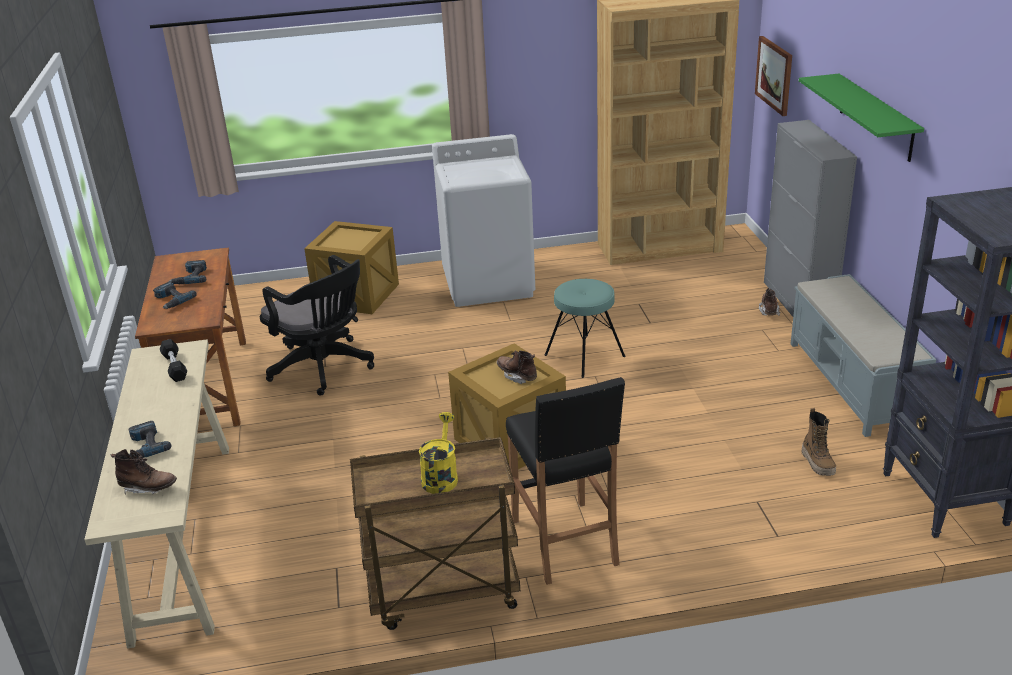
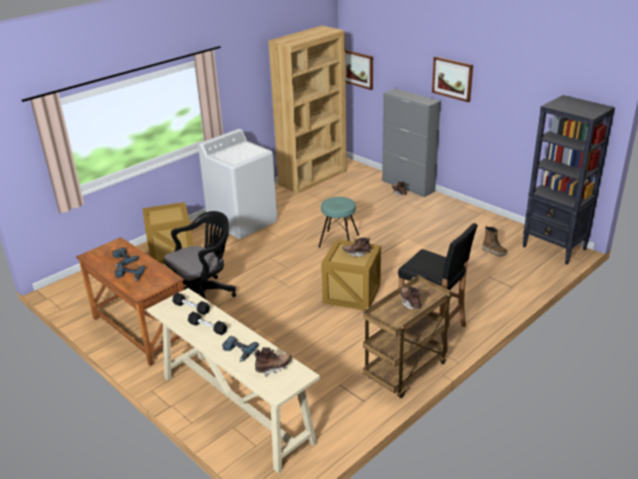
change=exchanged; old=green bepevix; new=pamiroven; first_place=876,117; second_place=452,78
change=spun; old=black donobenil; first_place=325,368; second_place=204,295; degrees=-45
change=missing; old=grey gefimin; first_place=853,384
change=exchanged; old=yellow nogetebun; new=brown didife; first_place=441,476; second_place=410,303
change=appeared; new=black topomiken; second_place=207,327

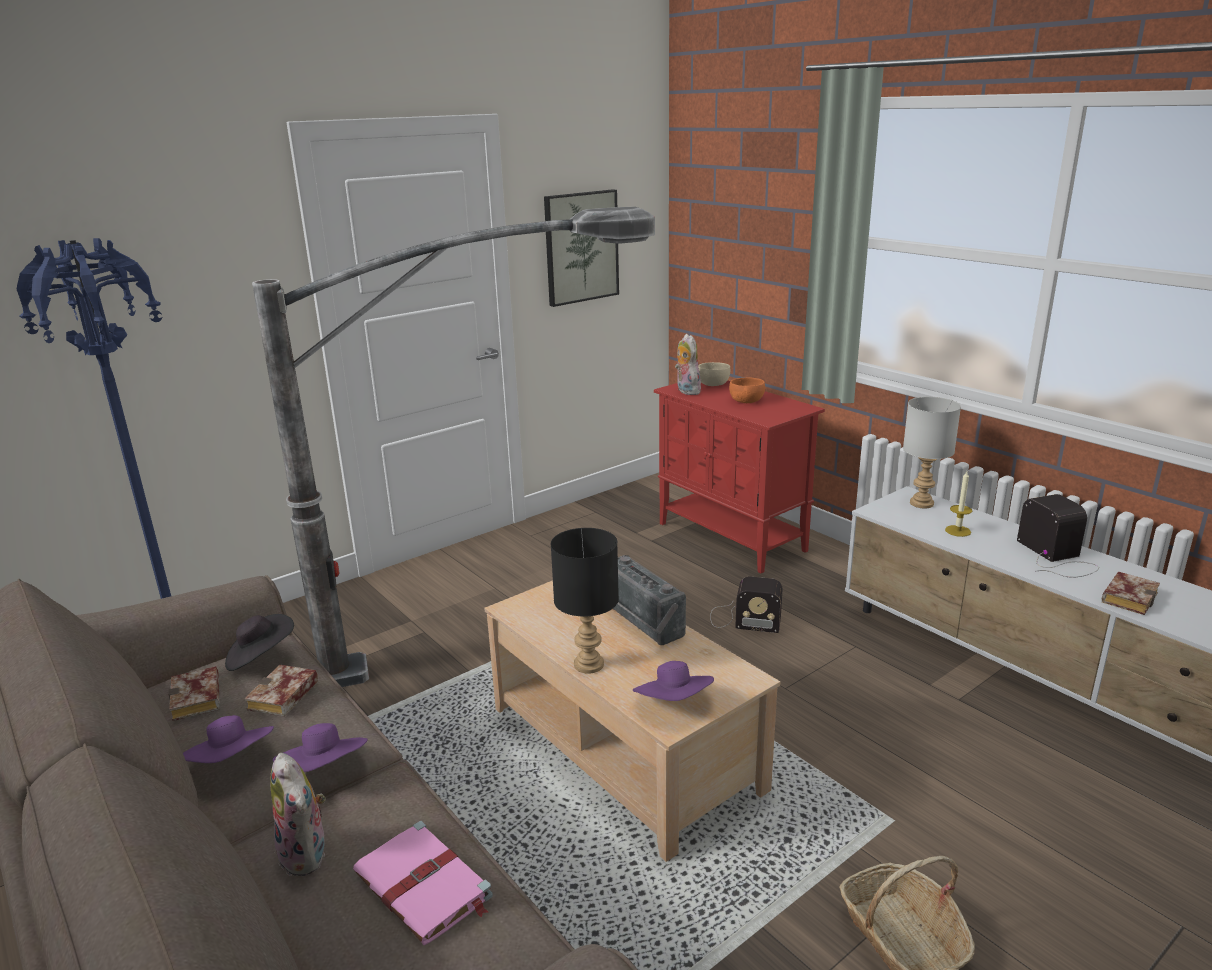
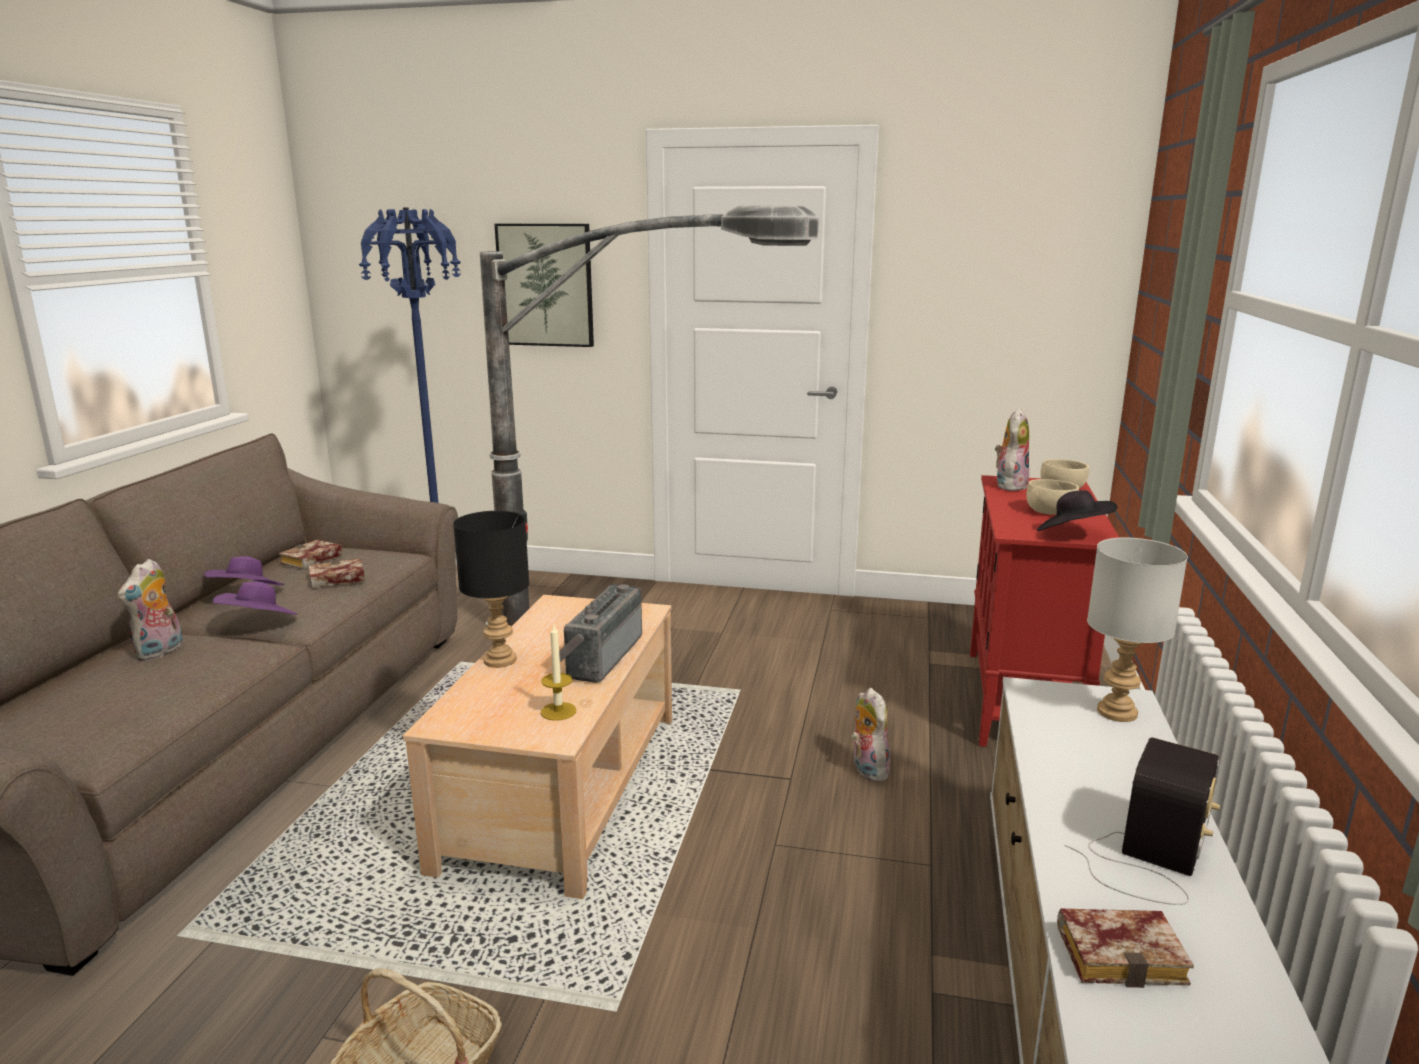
change=relocated; old=pamiroven; first_place=581,247; second_place=546,285
change=colour; old=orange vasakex; new=beige vasakex; first_place=746,400; second_place=1050,511
change=relocated; old=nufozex; first_place=958,531; second_place=558,711
change=exchanged; old=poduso; new=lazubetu; first_place=742,619; second_place=867,769
change=relocated; old=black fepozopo; first_place=260,657; second_place=1072,534
change=missing; old=purple fepozopo; first_place=674,703
change=missing; old=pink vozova; first_place=424,886

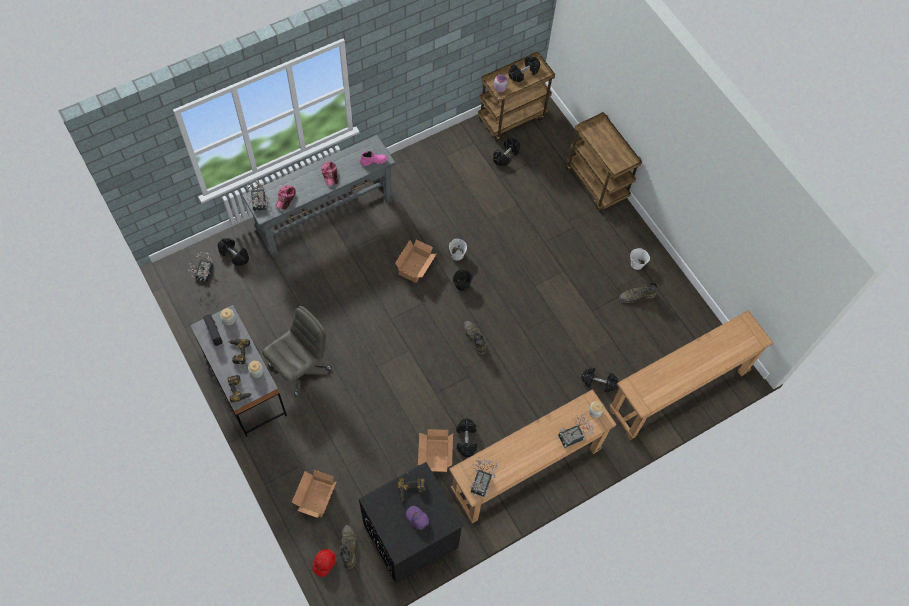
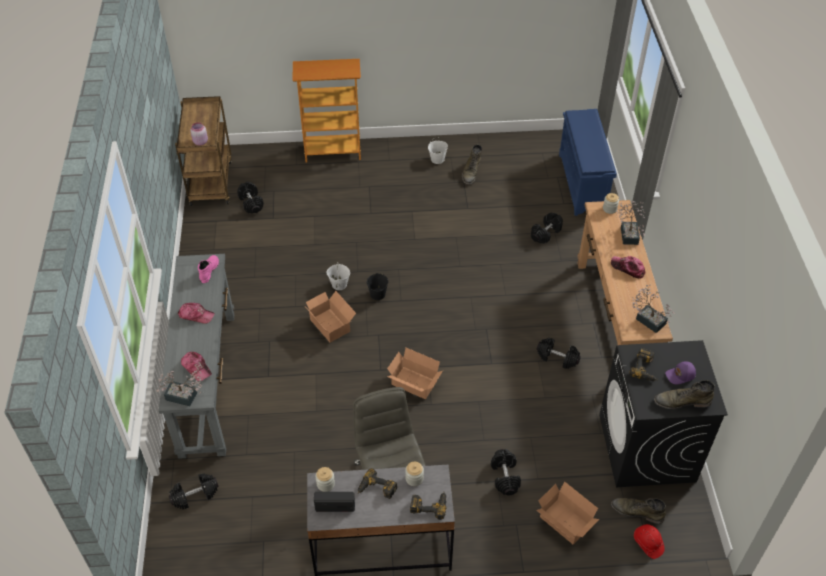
change=relocated; old=black topomiken; first_place=523,73; second_place=504,476
change=exchanged; old=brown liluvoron; new=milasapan; first_place=597,183; second_place=333,151
change=missing; old=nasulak; first_place=203,274
change=exchanged; old=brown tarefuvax; new=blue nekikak; first_place=678,390; second_place=582,184
change=relocated; old=green didife; first_place=475,338; second_place=682,401
change=relocated; old=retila; first_place=435,456; second_place=414,384
change=appeared; new=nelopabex; second_place=628,268

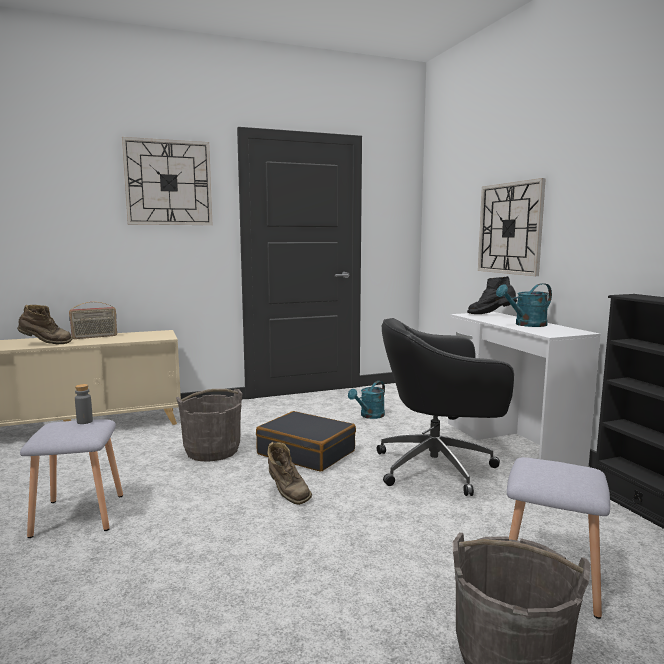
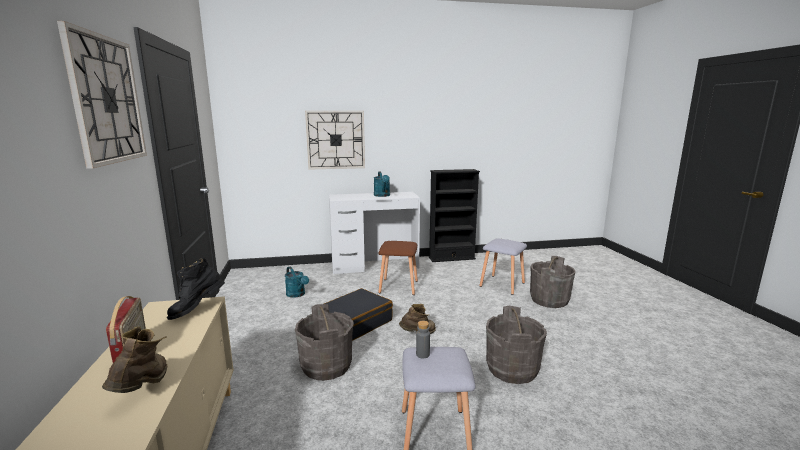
change=relocated; old=black didife; first_place=491,315; second_place=197,310
change=exchanged; old=black donobenil; new=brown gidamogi; first_place=438,467; second_place=398,287
change=appeared; new=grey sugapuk; second_place=512,369

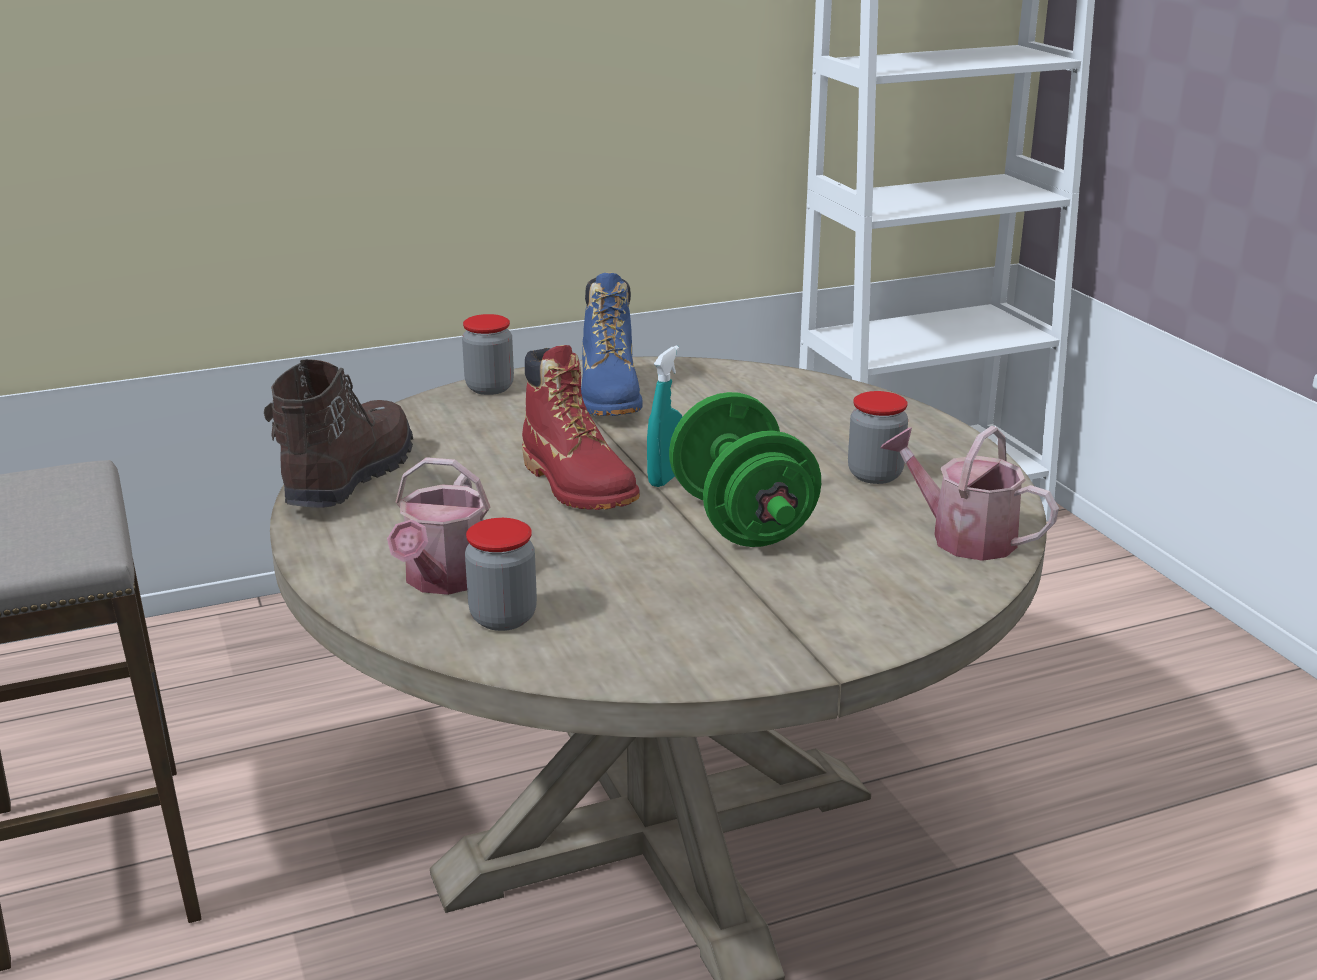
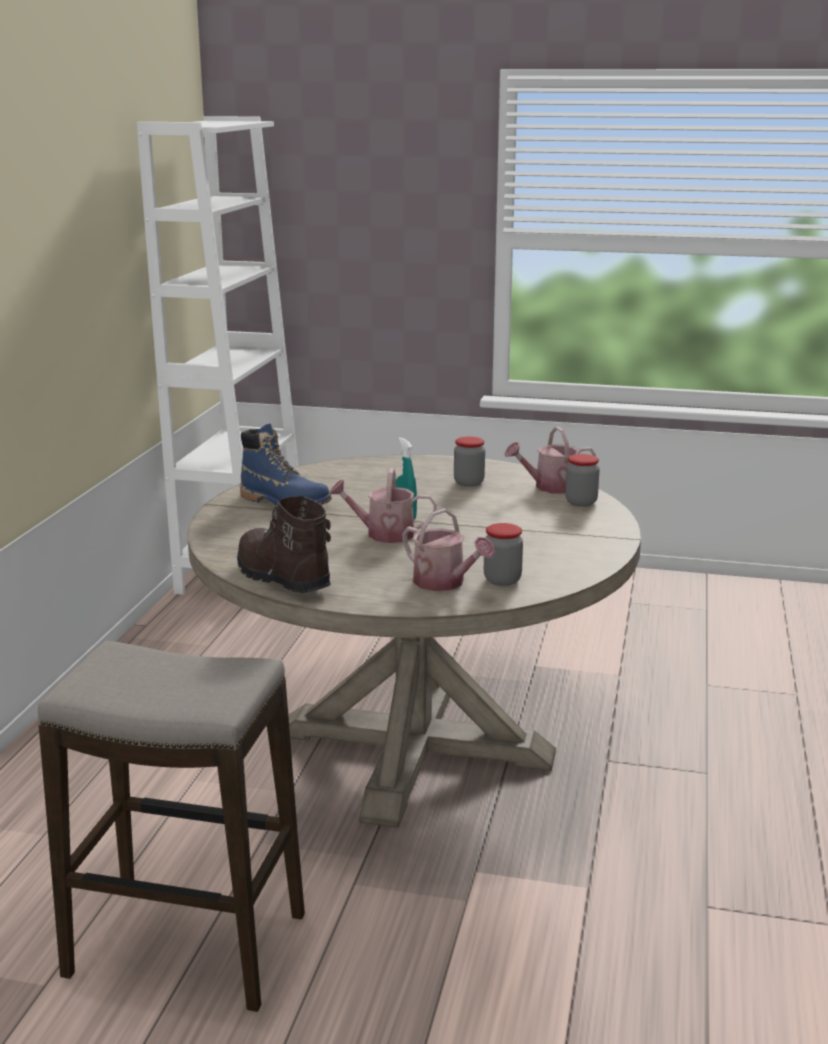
change=relocated; old=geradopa; first_place=489,388; second_place=581,502
change=exchanged; old=red didife; new=nogetebun; first_place=578,485; second_place=383,534
change=missing; old=green topomiken; first_place=742,521

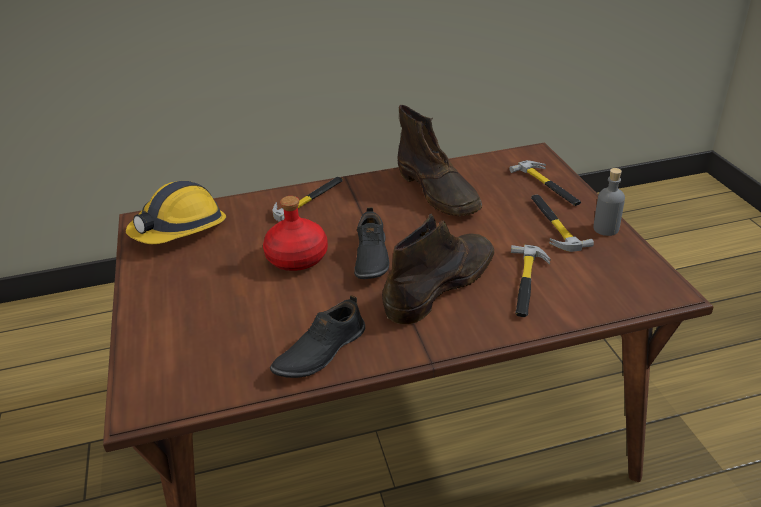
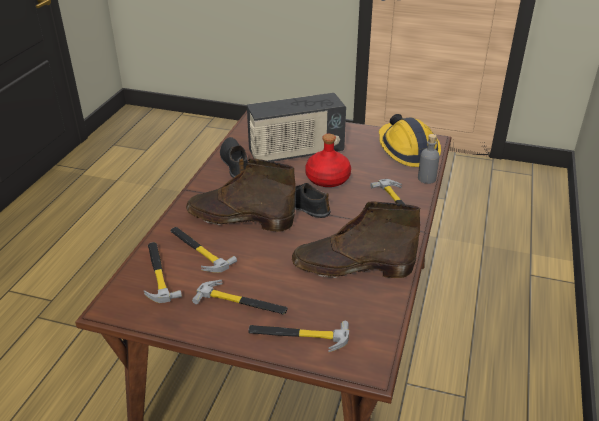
change=relocated; old=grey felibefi; first_place=606,229; second_place=426,178
change=spun; old=brown didife; first_place=441,284; second_place=239,218; degrees=120
change=appeared; new=poduso; second_place=296,153
change=appeared; new=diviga; second_place=158,273

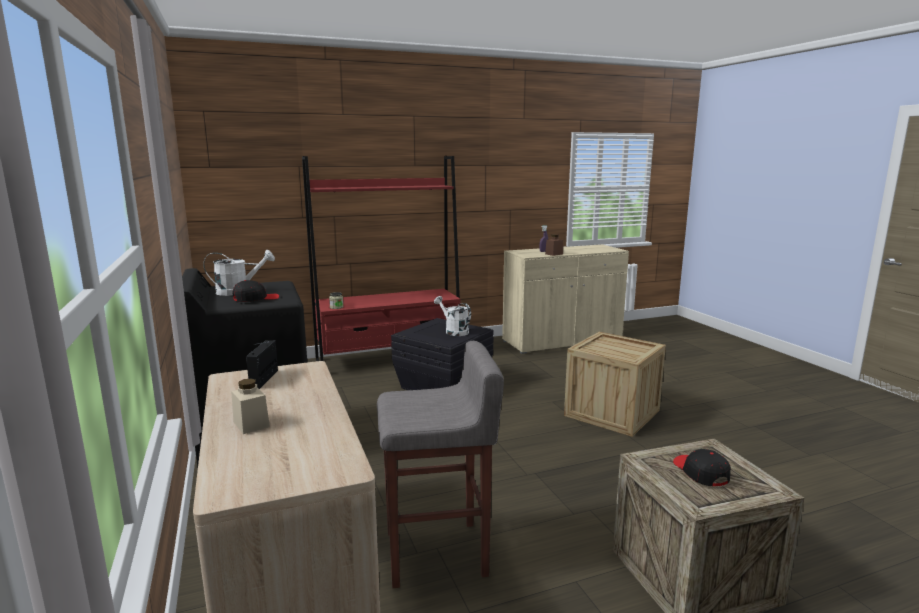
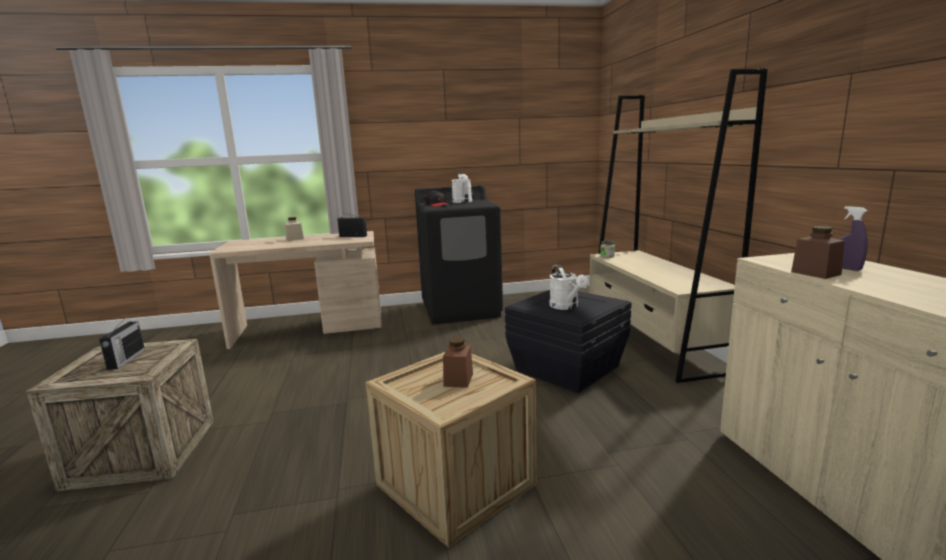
change=colour; old=red milasapan; new=beige milasapan; first_place=389,358; second_place=651,342
change=spun; old=white nogetebun; first_place=453,331; second_place=566,307; degrees=105
change=missing; old=grey gidamogi; first_place=438,554
change=exchanged; old=black nelopabex; new=poduso; first_place=700,473; second_place=126,359
change=appeared; new=brown geradopa; second_place=458,380

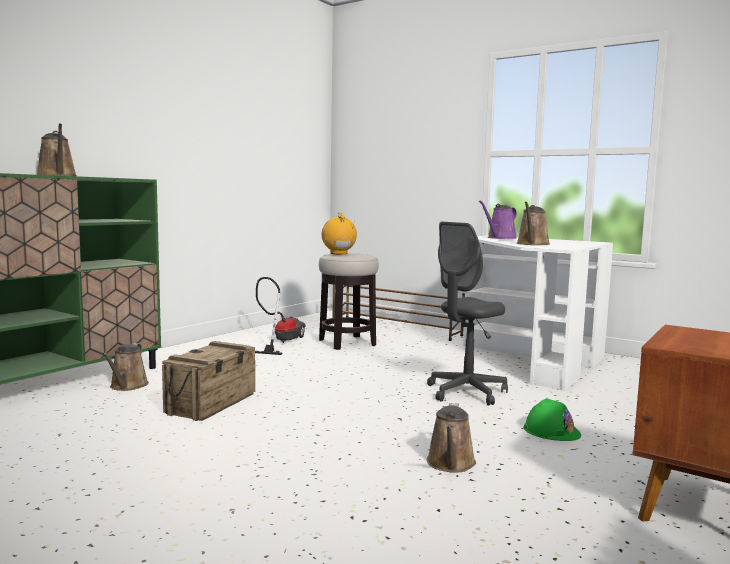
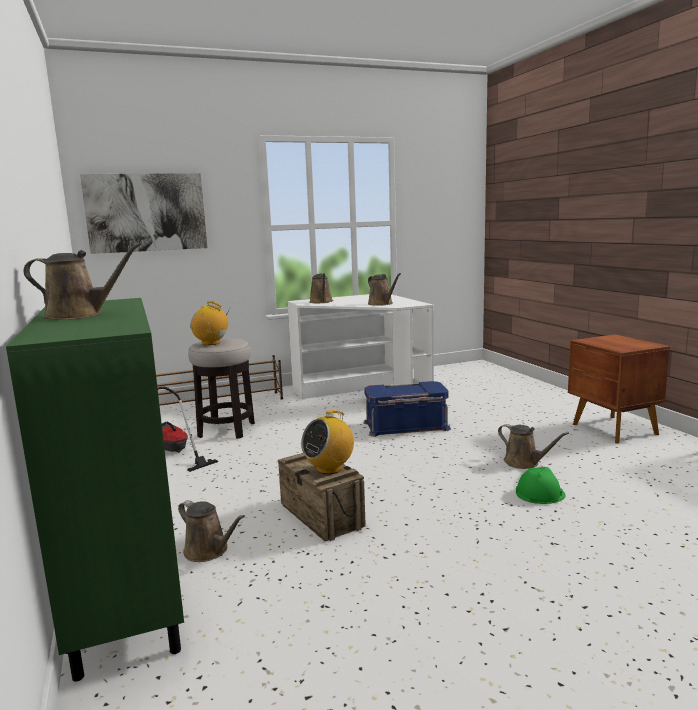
change=colour; old=purple nogetebun; new=brown nogetebun; first_place=500,238; second_place=321,302
change=exchanged; old=grey donobenil; new=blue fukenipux; first_place=466,392; second_place=406,426
change=relocated; old=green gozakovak; first_place=551,431; second_place=540,493
change=appeared; new=pamiroven; second_place=146,212
change=appeared; new=poduso; second_place=329,468

